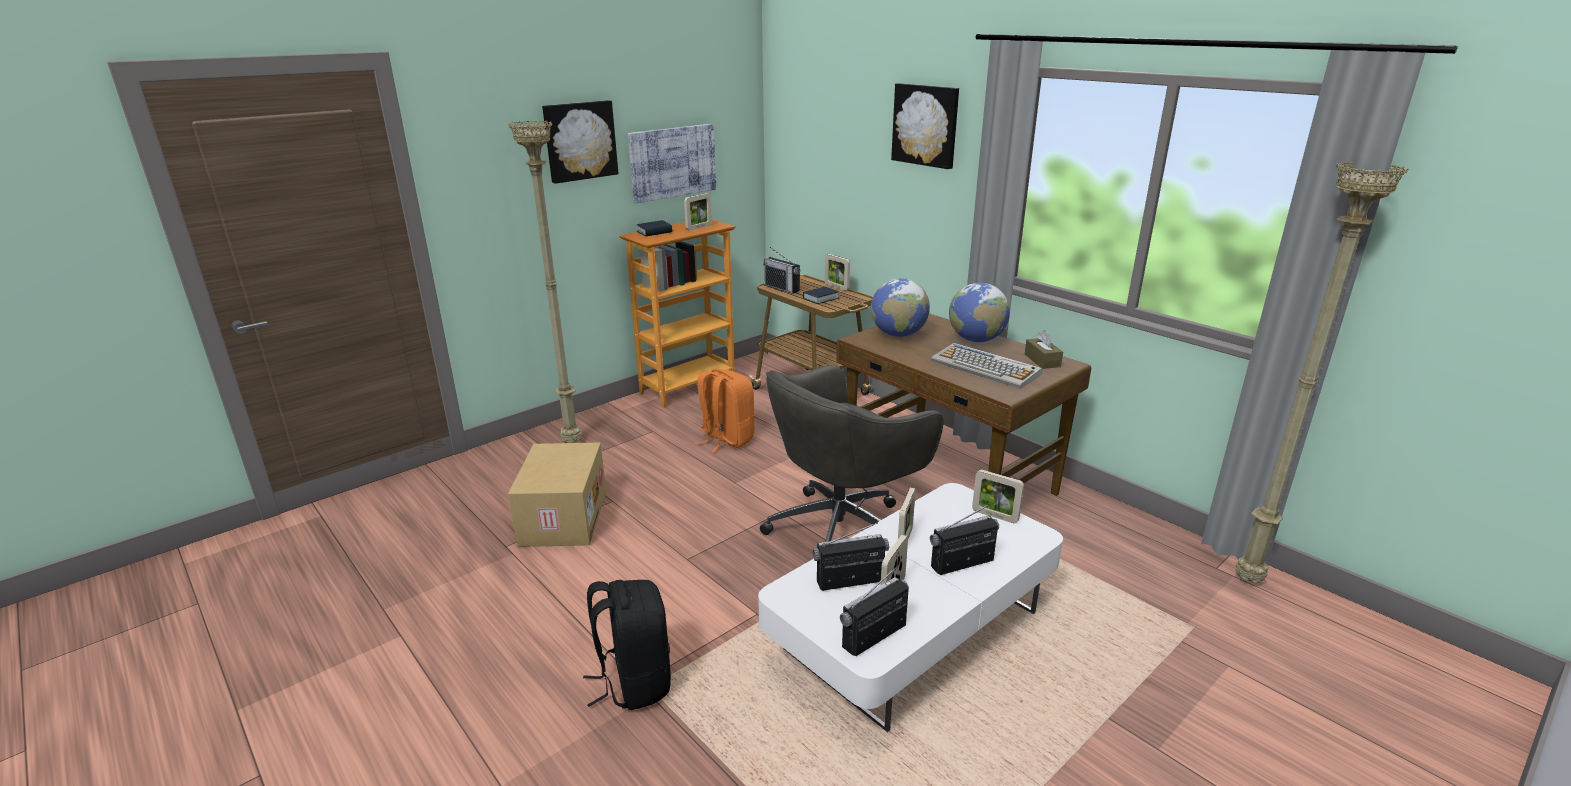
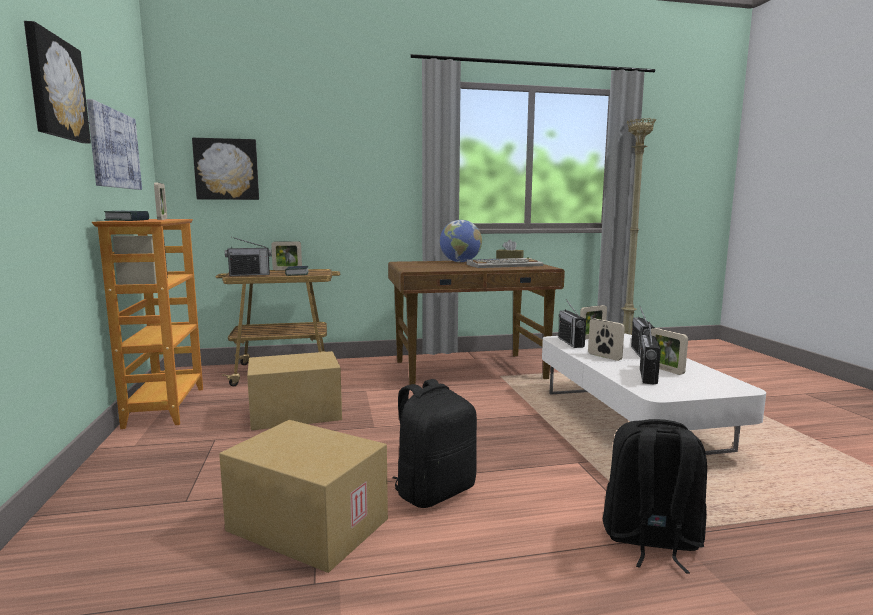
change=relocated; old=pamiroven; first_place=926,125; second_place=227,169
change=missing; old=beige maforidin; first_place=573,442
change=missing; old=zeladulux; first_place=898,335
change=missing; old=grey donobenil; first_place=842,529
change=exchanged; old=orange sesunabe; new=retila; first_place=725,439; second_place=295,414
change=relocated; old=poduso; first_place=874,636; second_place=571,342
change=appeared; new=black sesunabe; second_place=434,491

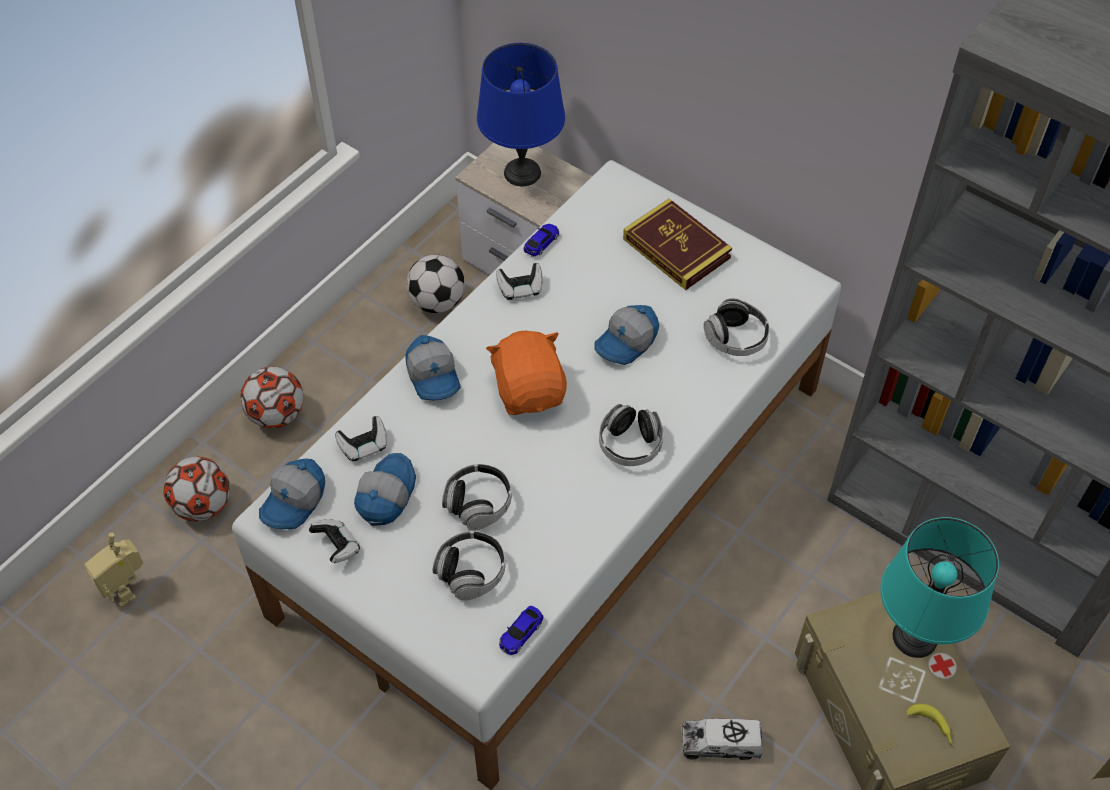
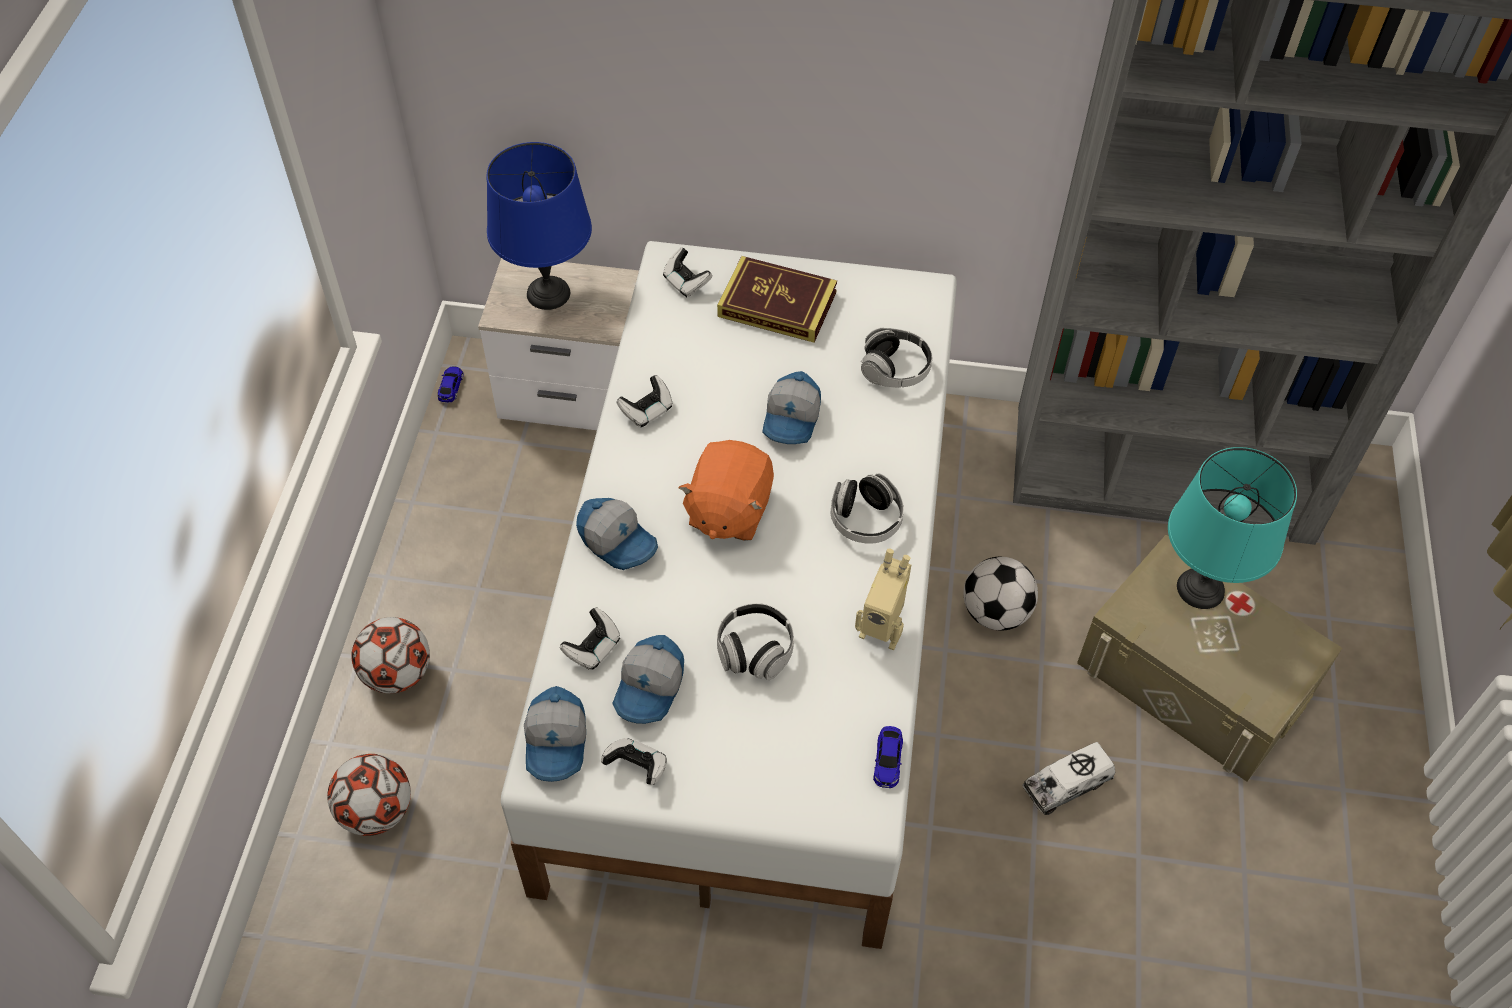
change=relocated; old=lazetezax; first_place=541,243; second_place=451,387
change=relocated; old=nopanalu; first_place=437,302; second_place=995,612
change=spun; old=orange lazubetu; first_place=530,390; second_place=728,510; degrees=-120
change=spun; old=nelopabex; first_place=385,495; second_place=651,688; degrees=-150
change=missing; old=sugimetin; first_place=471,572
change=relocated; old=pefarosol; first_place=127,589; second_place=882,629
change=missing; old=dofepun; first_place=931,727
change=appeared; new=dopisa; second_place=686,282

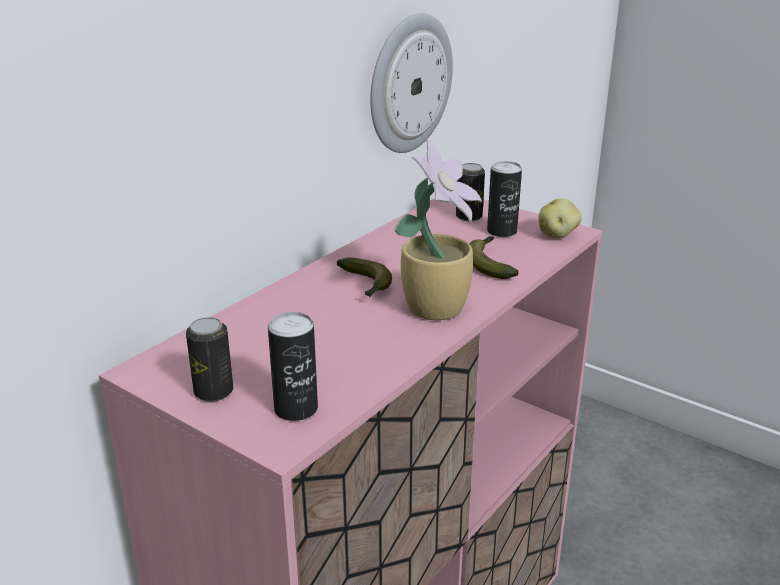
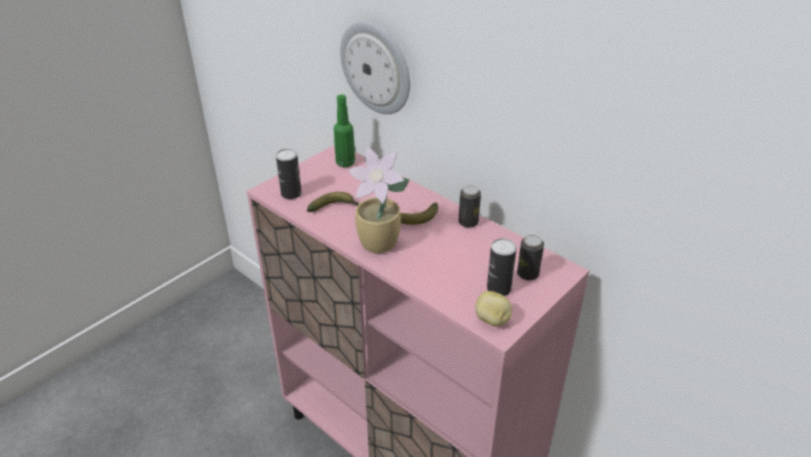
change=relocated; old=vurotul; first_place=409,84; second_place=376,67
change=relocated; old=dofepun; first_place=489,264; second_place=335,208
change=relocated; old=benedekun; first_place=213,392; second_place=468,222
change=appeared; new=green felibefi; second_place=345,163

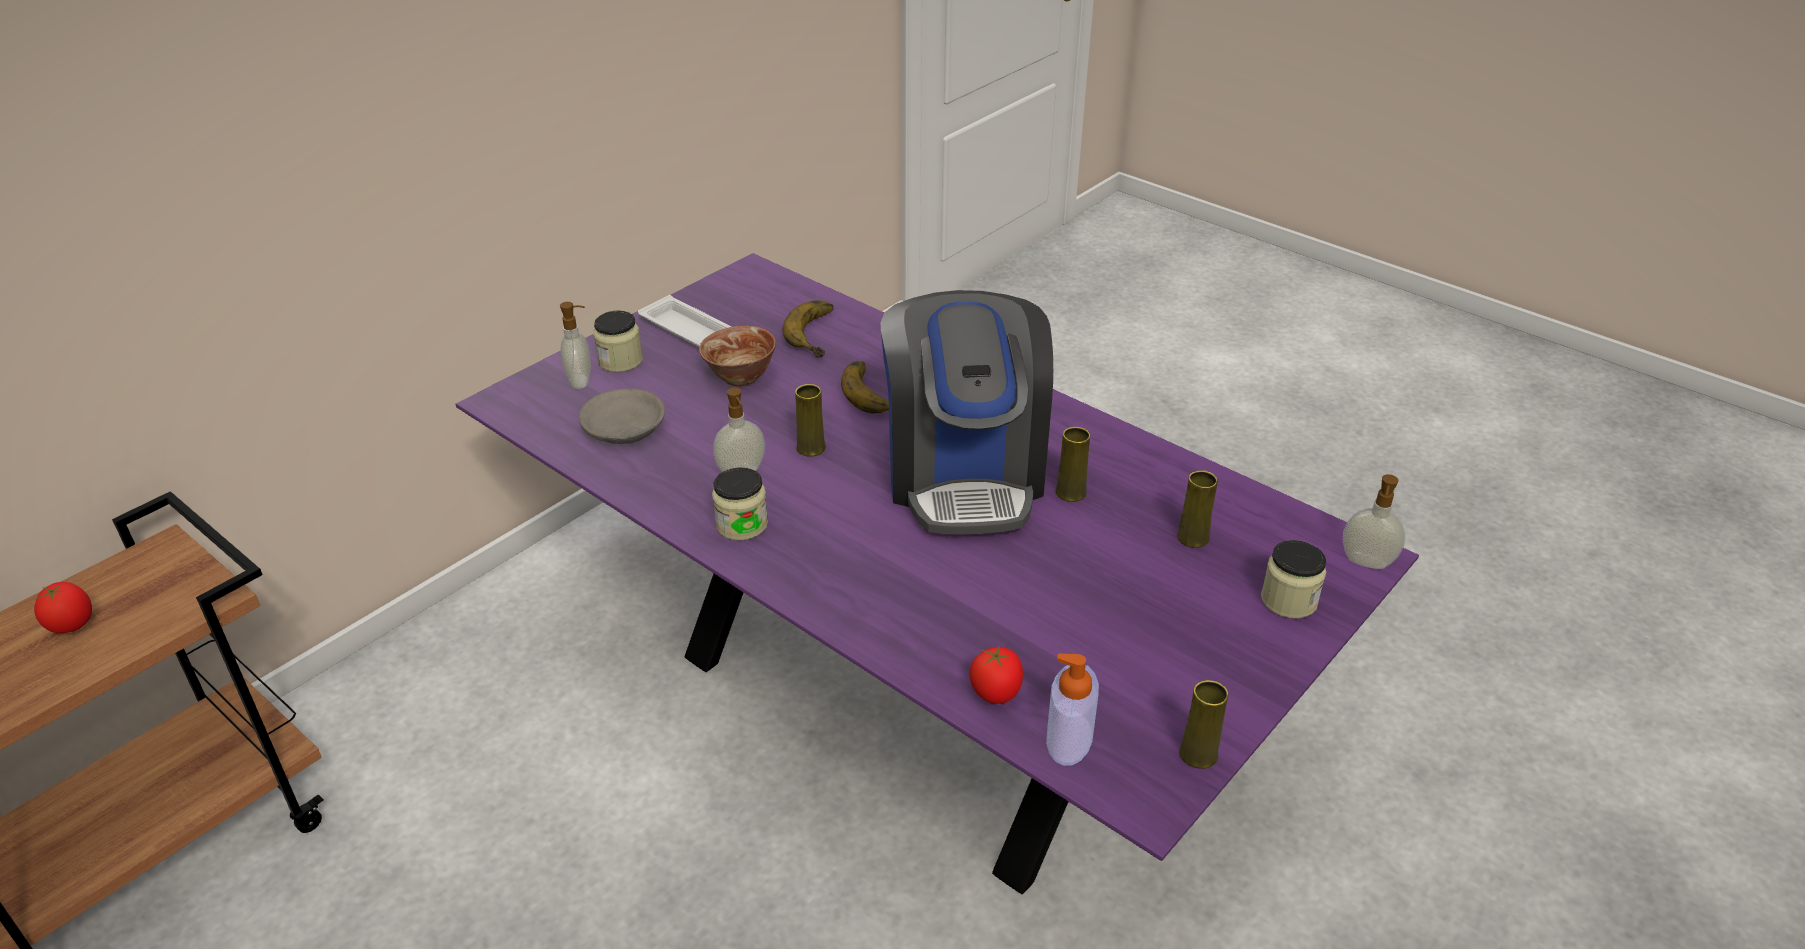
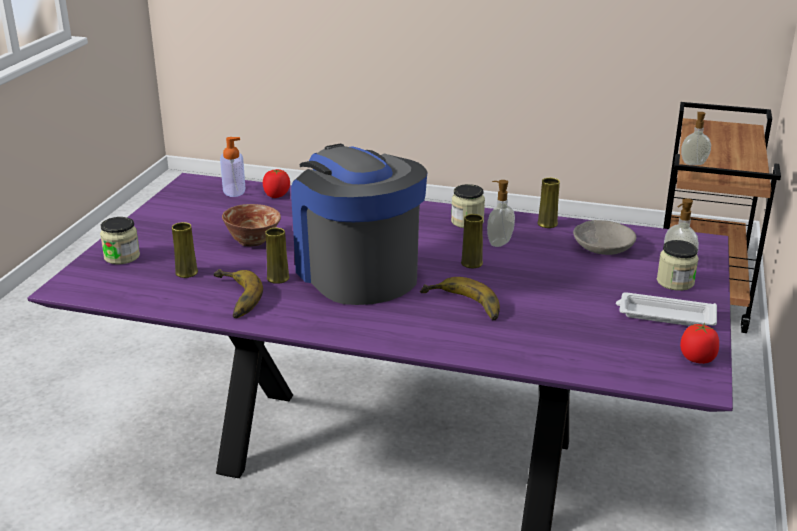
change=relocated; old=dofepun; first_place=820,333; second_place=231,298
change=relocated; old=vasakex; first_place=740,377; second_place=253,241
change=relocated; old=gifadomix; first_place=1366,563; second_place=693,163
change=relocated; old=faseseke; first_place=72,624; second_place=697,359
change=relocated; old=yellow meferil; first_place=1198,754; second_place=547,224

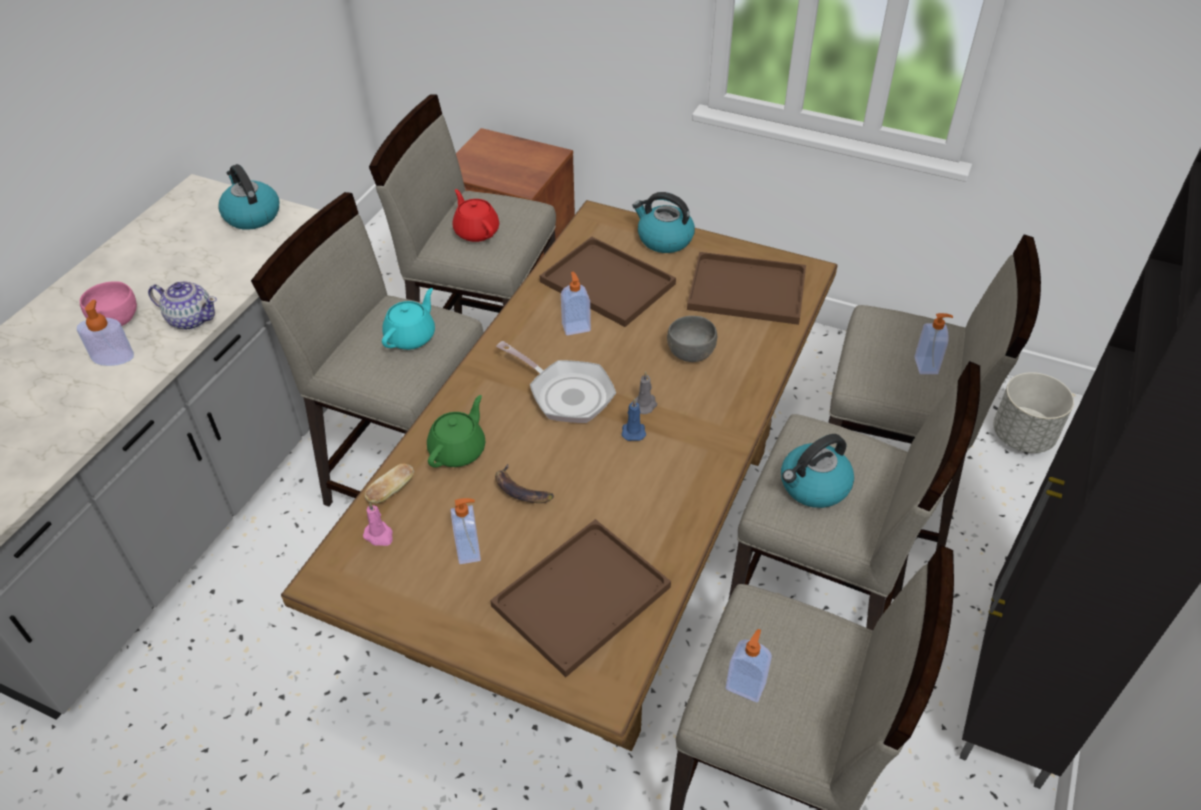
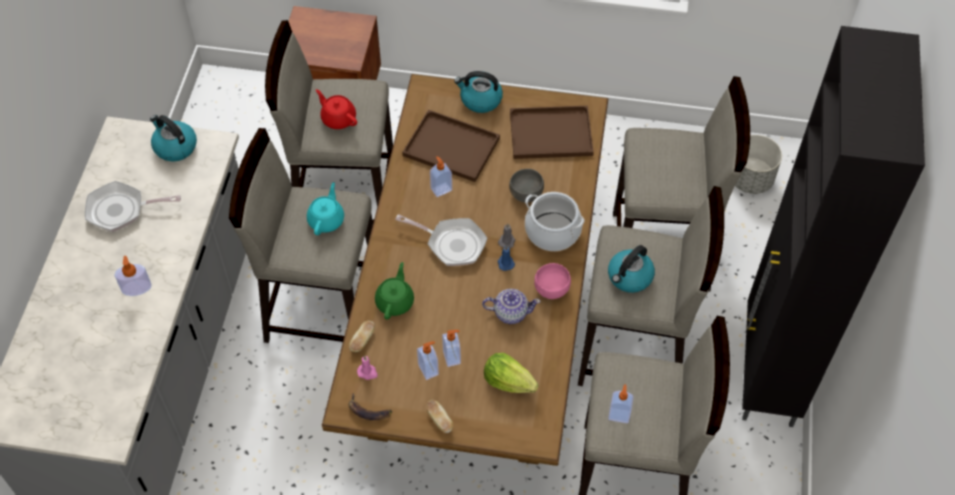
change=relocated; old=pink vasakex; first_place=115,319; second_place=551,289
change=relocated; old=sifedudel; first_place=191,319; second_place=510,312
change=relocated; old=gifadomix; first_place=927,365; second_place=452,357
change=relocated; old=dofepun; first_place=521,490; second_place=368,411
change=exchanged; old=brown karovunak; new=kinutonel; first_place=582,594; second_place=508,381
change=appeared; new=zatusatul; second_place=121,210
change=appeared; new=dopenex; second_place=552,231
change=appeared; new=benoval; second_place=439,420

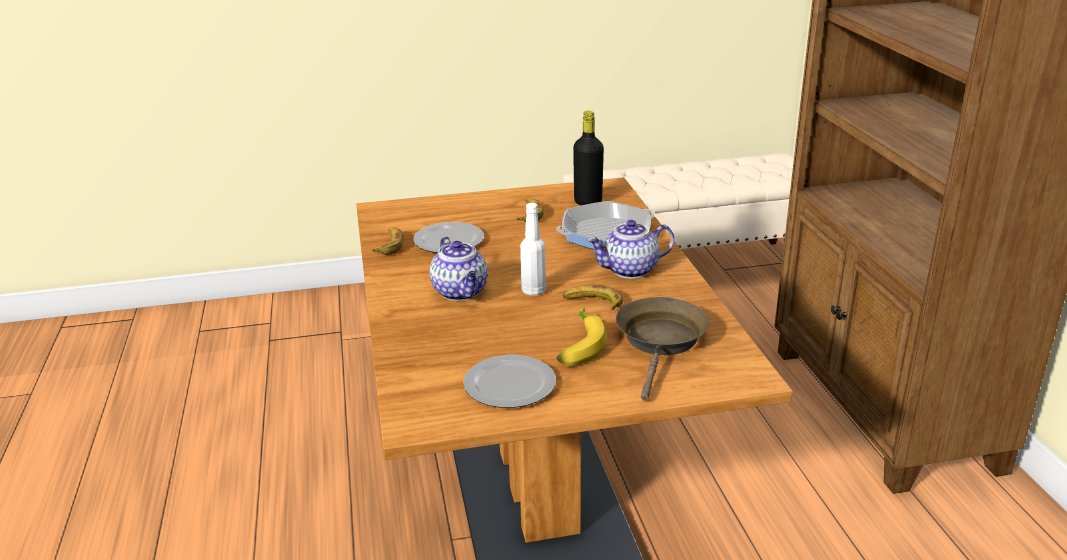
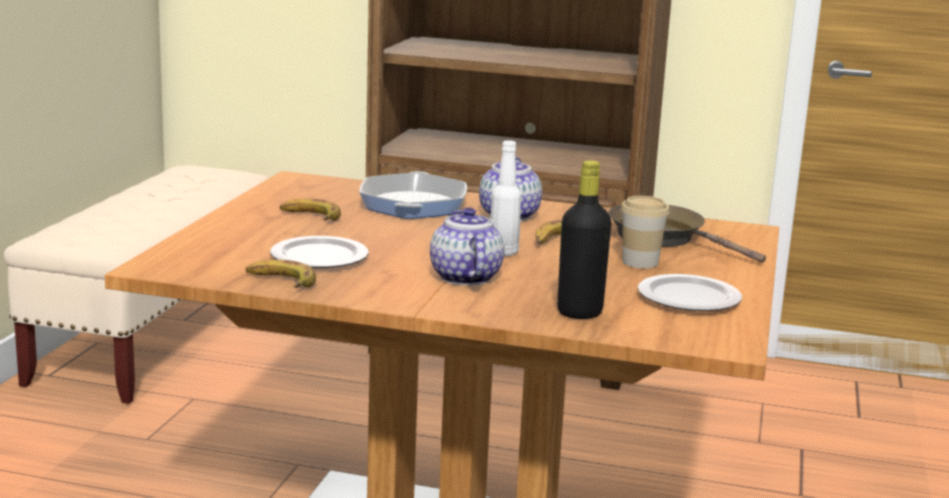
change=relocated; old=black felibefi; first_place=588,202; second_place=579,312
change=spun; old=sifedudel; first_place=461,292; second_place=464,277; degrees=-105
change=exchanged; old=dofepun; new=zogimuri; first_place=578,346; second_place=640,262

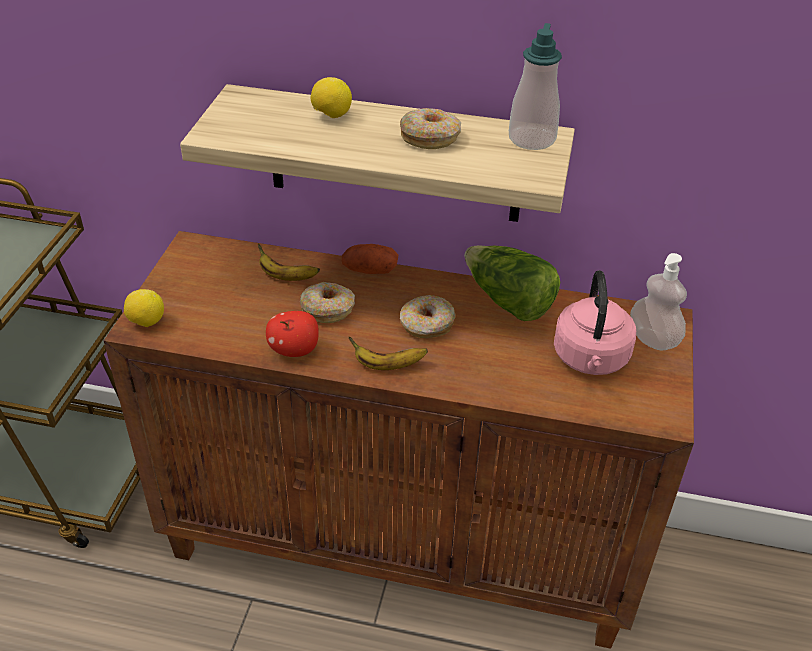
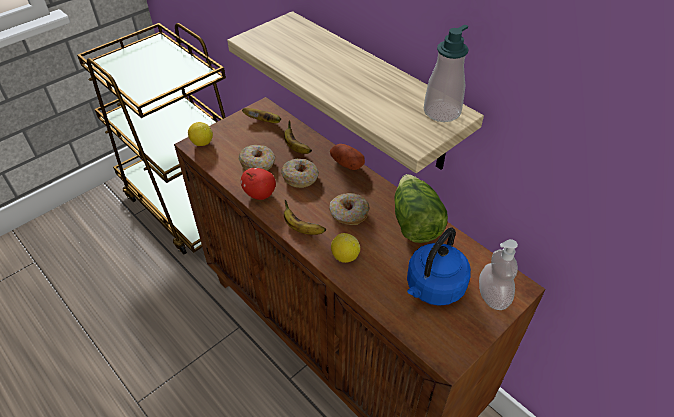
change=relocated; old=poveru; first_place=331,116; second_place=345,256
change=relocated; old=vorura; first_place=430,137; second_place=258,163
change=colour; old=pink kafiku; new=blue kafiku; first_place=590,360; second_place=433,288
change=appeared; new=dofepun; second_place=264,121

